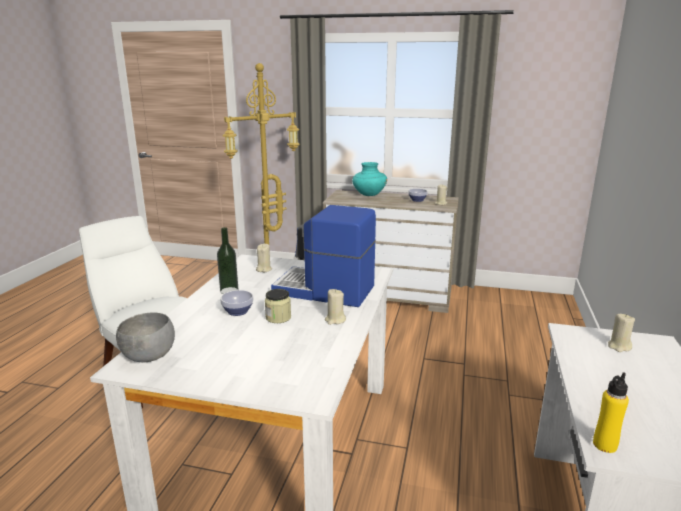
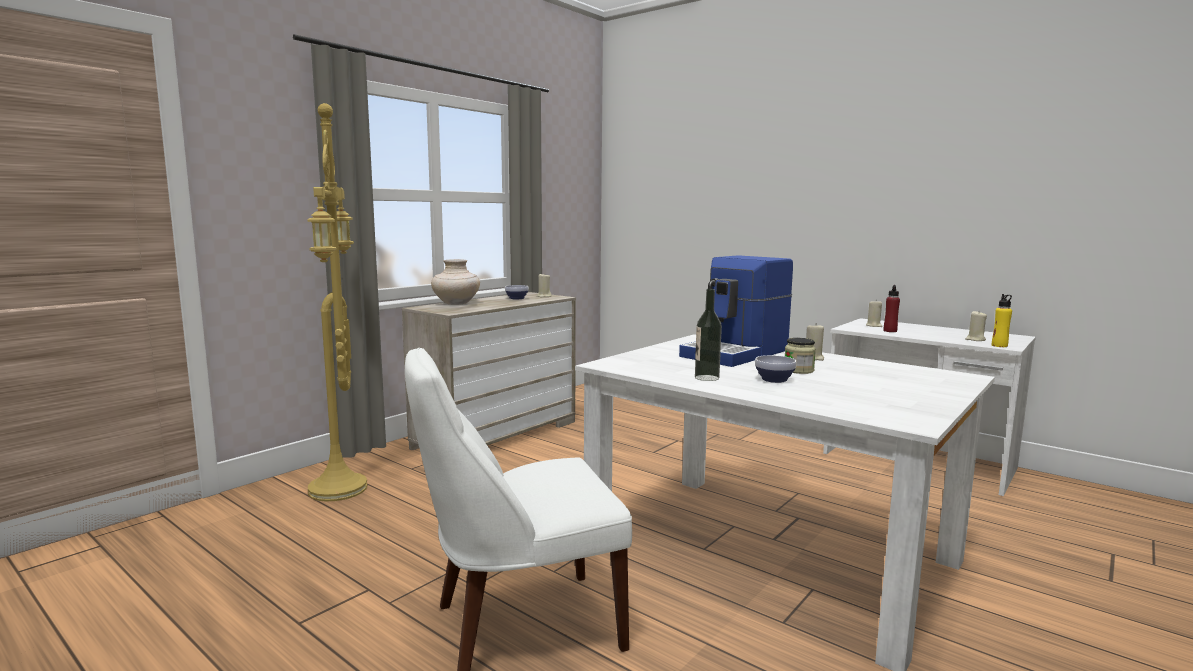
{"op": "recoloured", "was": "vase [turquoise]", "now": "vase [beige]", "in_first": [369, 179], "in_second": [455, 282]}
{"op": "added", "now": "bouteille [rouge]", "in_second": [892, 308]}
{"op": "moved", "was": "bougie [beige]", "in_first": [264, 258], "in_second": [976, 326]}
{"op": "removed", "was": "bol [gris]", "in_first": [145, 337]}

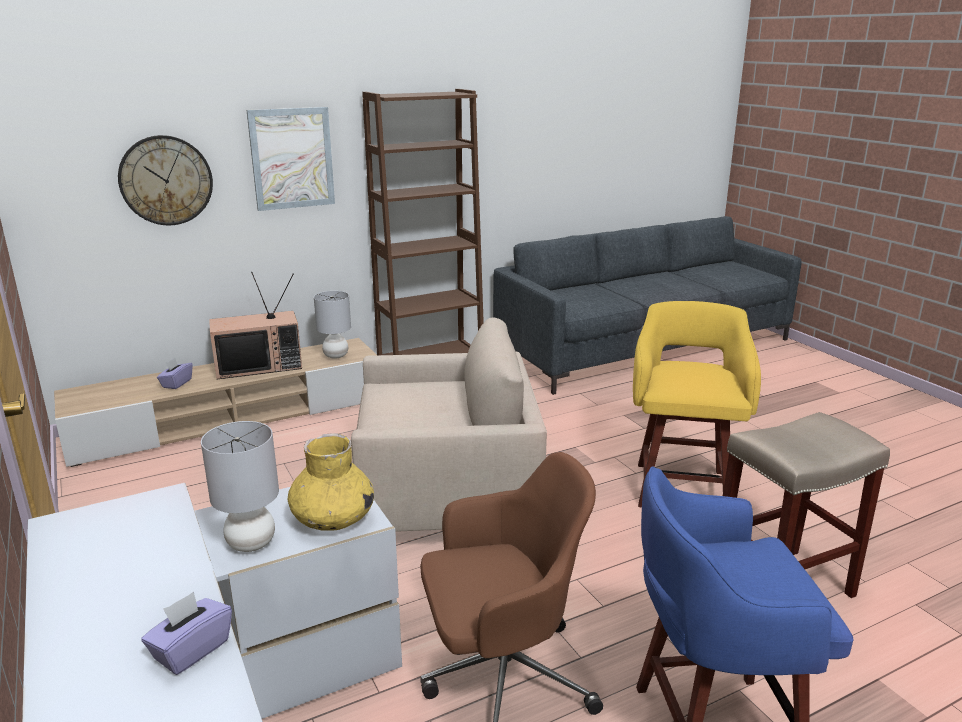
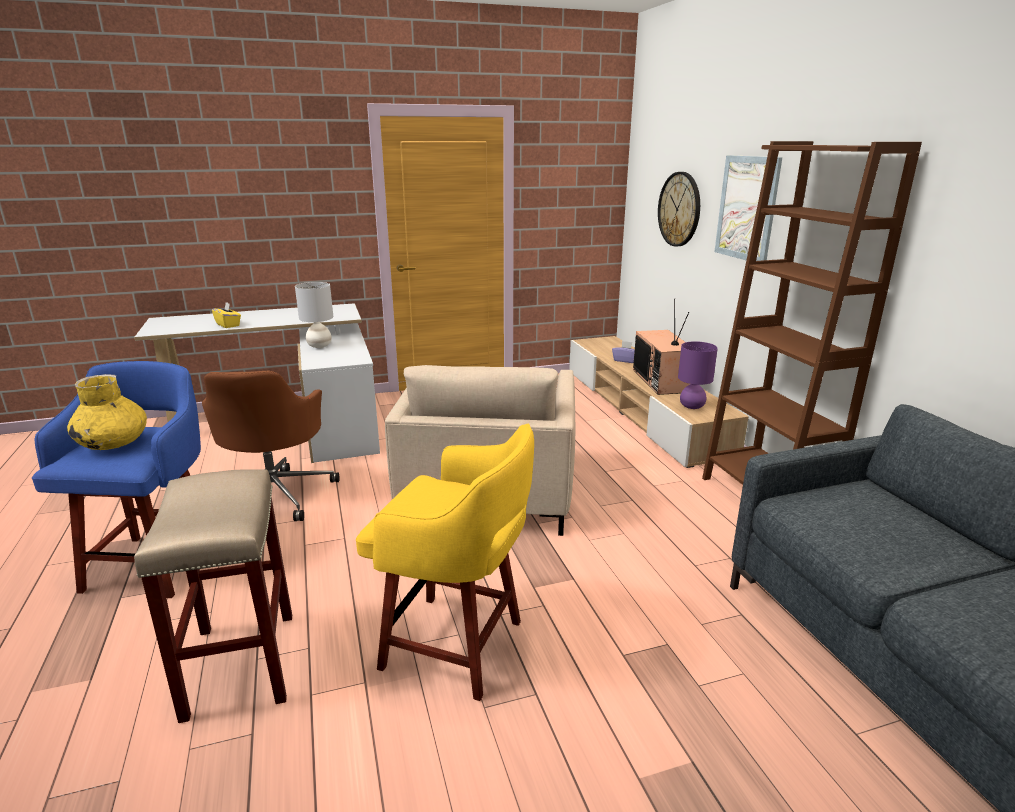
{"op": "moved", "was": "vase [jaune]", "in_first": [330, 482], "in_second": [107, 412]}
{"op": "recoloured", "was": "boîte à mouchoirs [violet]", "now": "boîte à mouchoirs [jaune]", "in_first": [186, 633], "in_second": [226, 315]}
{"op": "recoloured", "was": "lampe de table [gris]", "now": "lampe de table [violet]", "in_first": [332, 325], "in_second": [698, 375]}

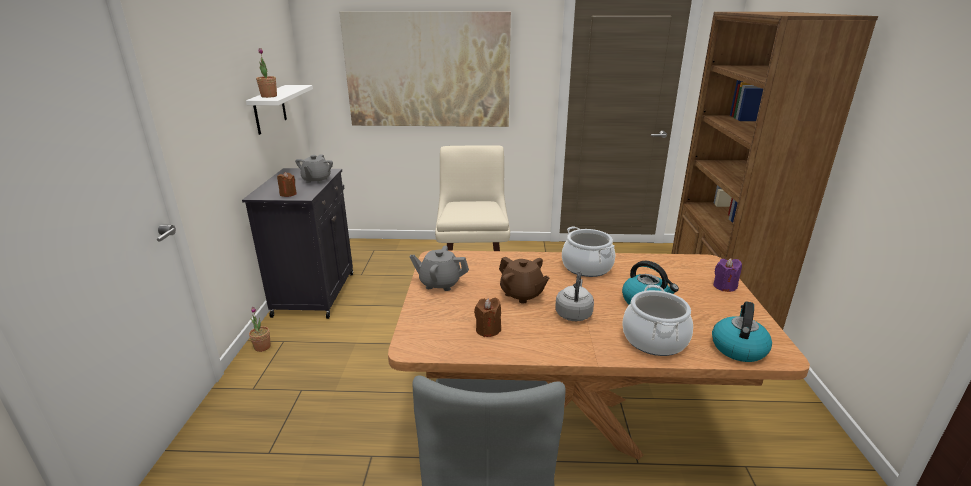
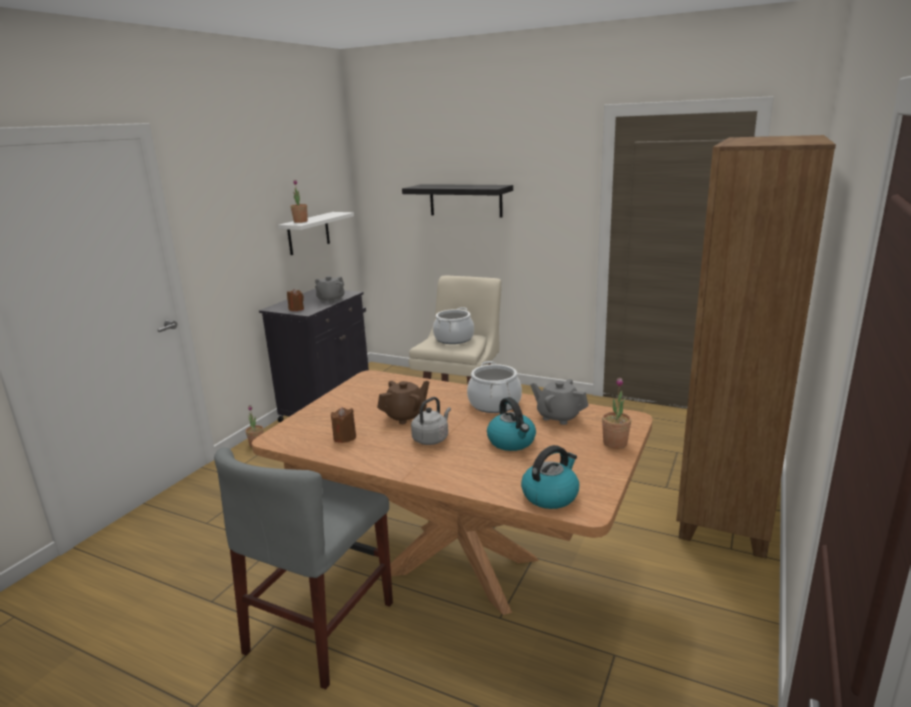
{"op": "turned", "was": "théière [marron]", "in_first": [524, 280], "in_second": [403, 402], "clockwise": -105}
{"op": "replaced", "was": "tableau", "now": "étagère [noir]", "in_first": [425, 69], "in_second": [457, 200]}
{"op": "moved", "was": "marmite", "in_first": [657, 320], "in_second": [453, 325]}
{"op": "moved", "was": "théière [gris]", "in_first": [439, 268], "in_second": [559, 402]}
{"op": "replaced", "was": "bougie [violet]", "now": "plante en pot", "in_first": [727, 275], "in_second": [616, 413]}

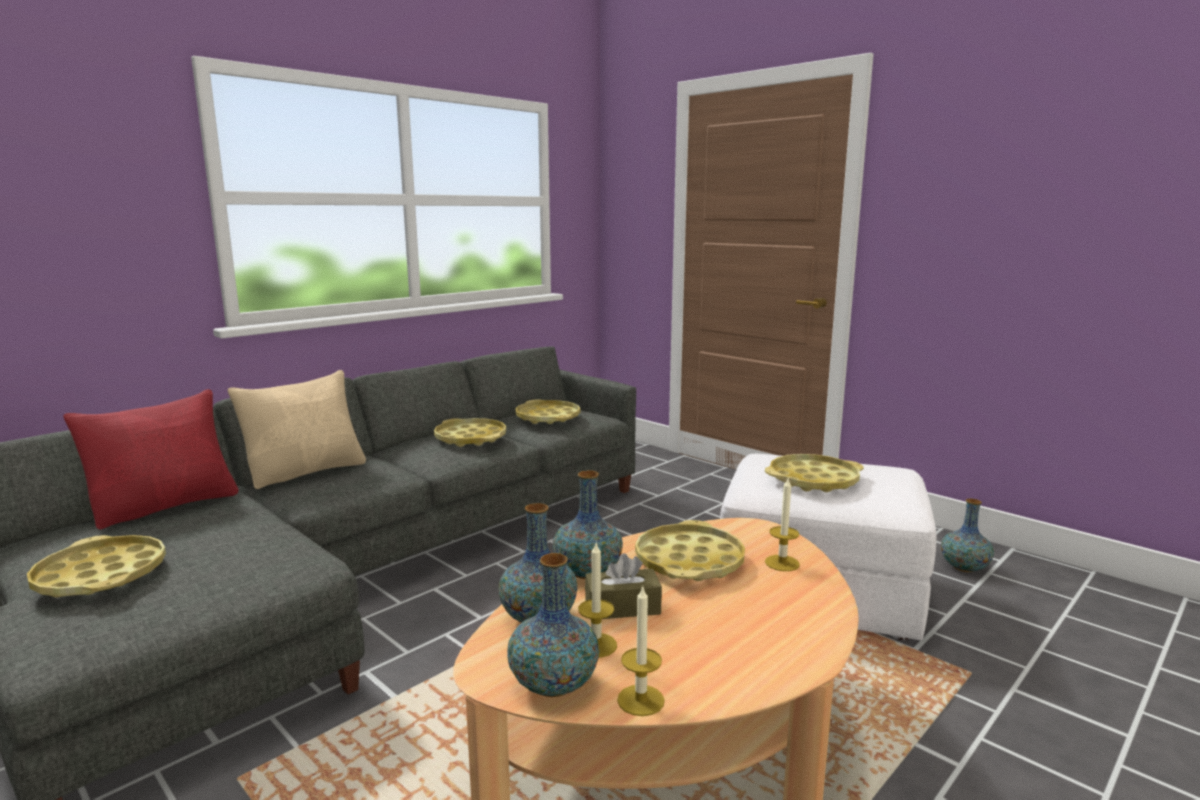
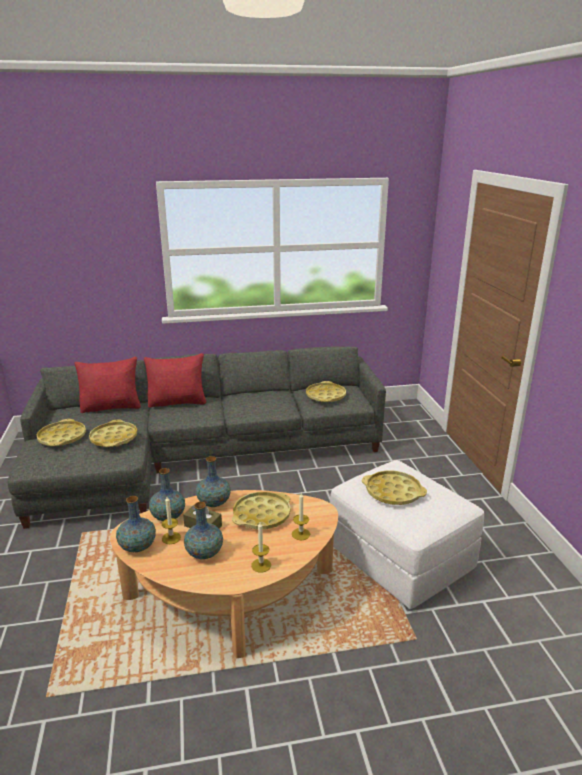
{"op": "moved", "was": "plateau [jaune]", "in_first": [470, 432], "in_second": [113, 433]}
{"op": "recoloured", "was": "coussin [beige]", "now": "coussin [rouge]", "in_first": [296, 429], "in_second": [175, 380]}
{"op": "moved", "was": "vase", "in_first": [967, 535], "in_second": [203, 530]}
{"op": "moved", "was": "bougie", "in_first": [641, 651], "in_second": [261, 547]}

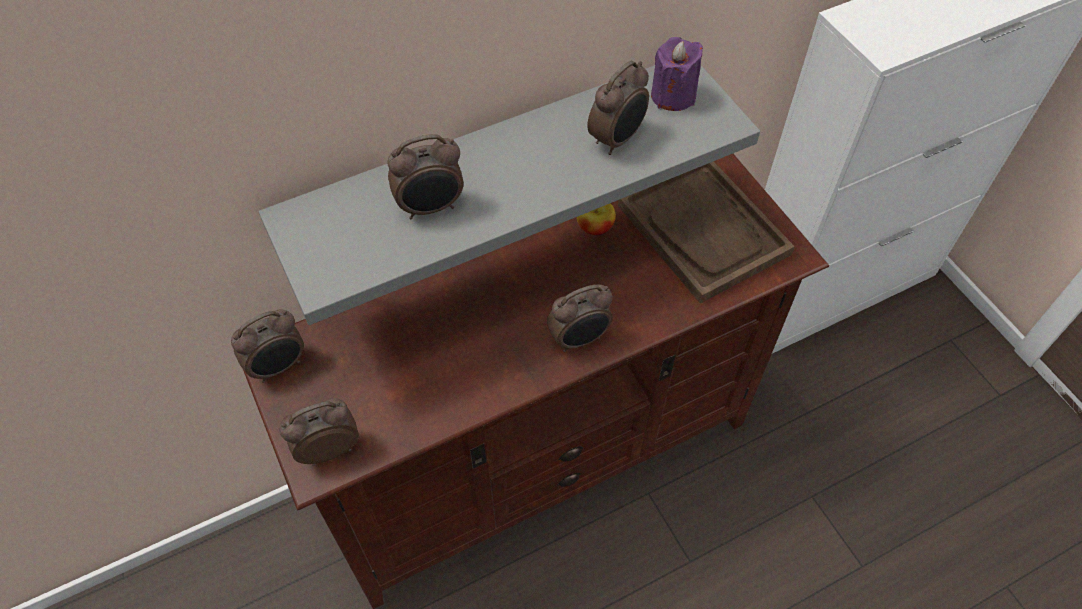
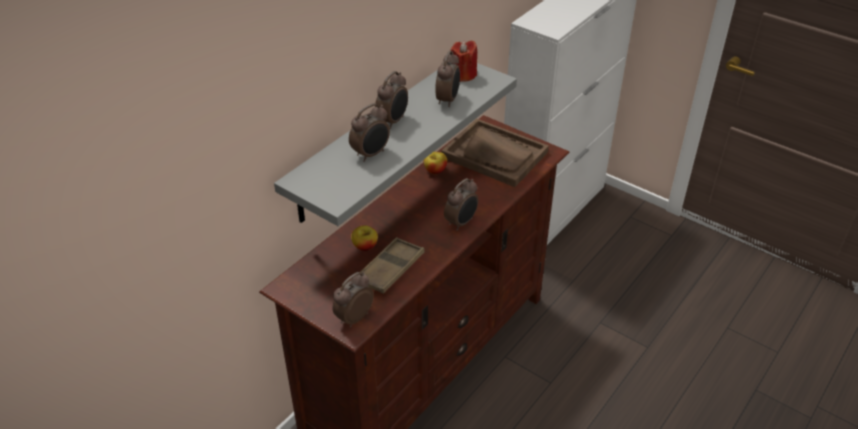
{"op": "added", "now": "pomme", "in_second": [364, 238]}
{"op": "added", "now": "plateau [marron]", "in_second": [392, 265]}
{"op": "moved", "was": "réveil", "in_first": [267, 346], "in_second": [391, 100]}
{"op": "recoloured", "was": "bougie [violet]", "now": "bougie [rouge]", "in_first": [677, 74], "in_second": [463, 61]}

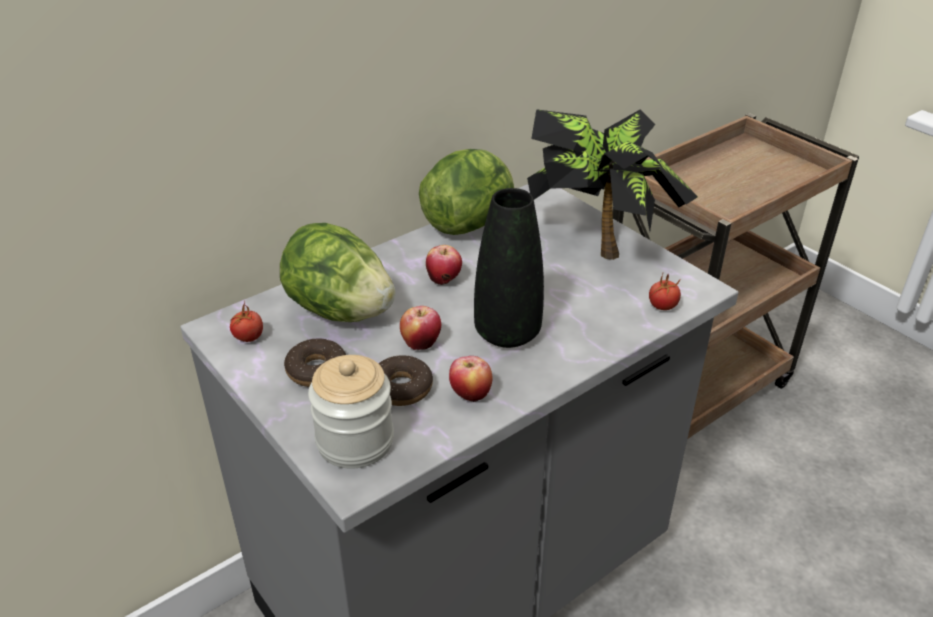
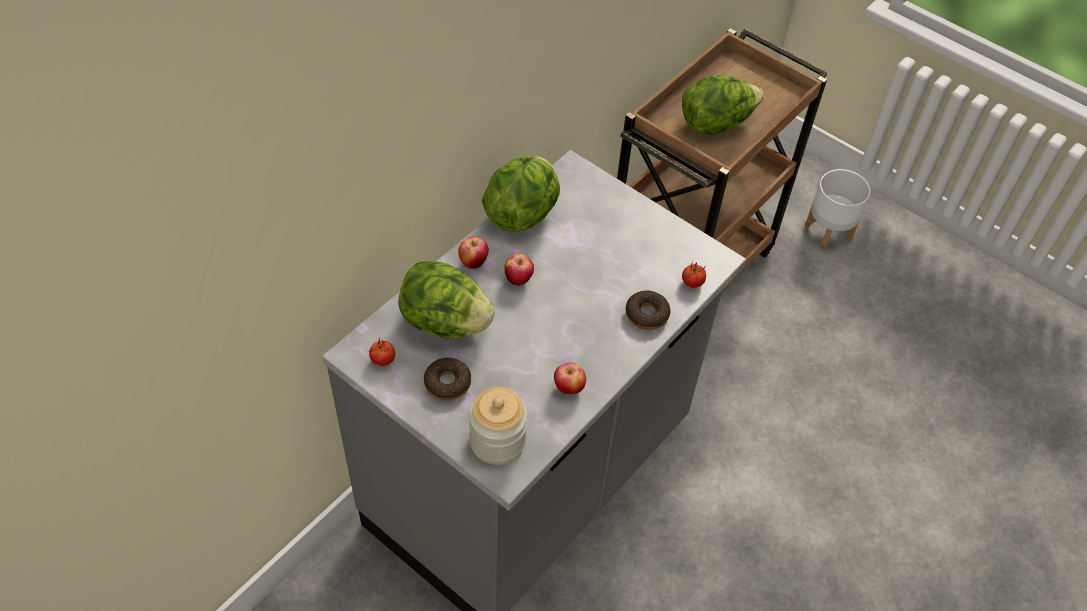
{"op": "moved", "was": "pomme", "in_first": [421, 328], "in_second": [473, 252]}
{"op": "moved", "was": "beignet", "in_first": [405, 380], "in_second": [648, 310]}
{"op": "added", "now": "laitue", "in_second": [723, 105]}
{"op": "added", "now": "cache-pot [blanc]", "in_second": [837, 209]}
{"op": "removed", "was": "vase [noir]", "in_first": [509, 268]}
{"op": "removed", "was": "plante en pot", "in_first": [612, 184]}

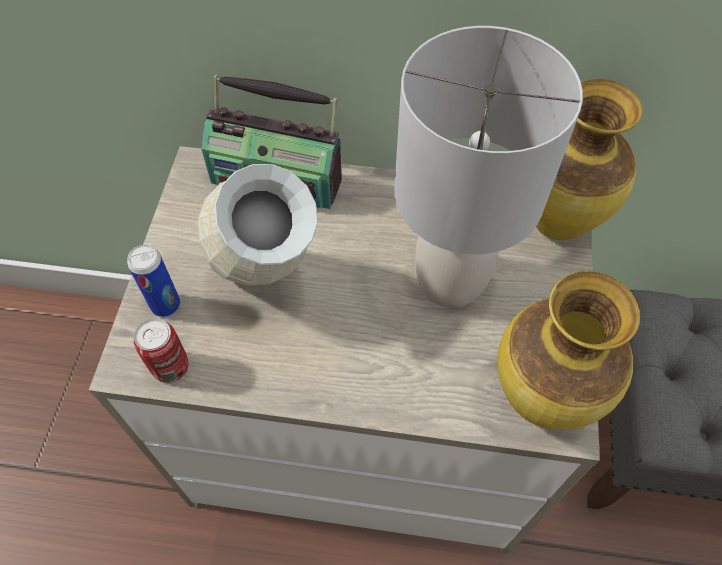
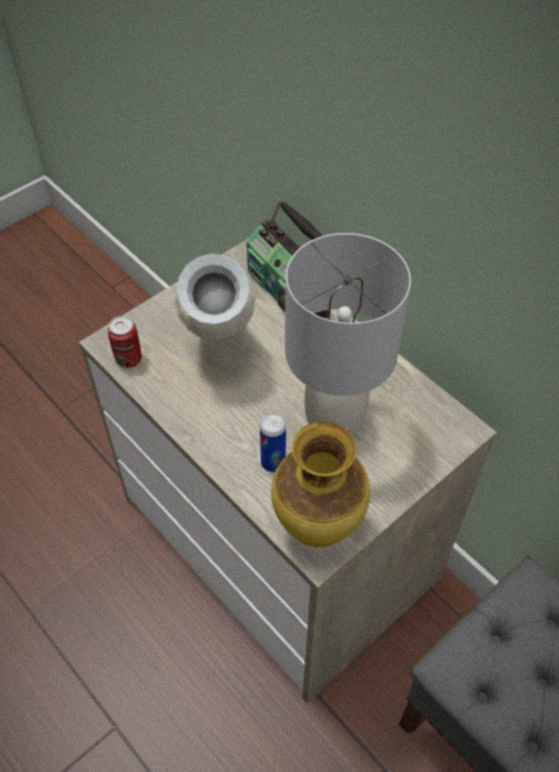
{"op": "moved", "was": "boîte métallique", "in_first": [153, 281], "in_second": [273, 442]}
{"op": "removed", "was": "vase", "in_first": [589, 159]}

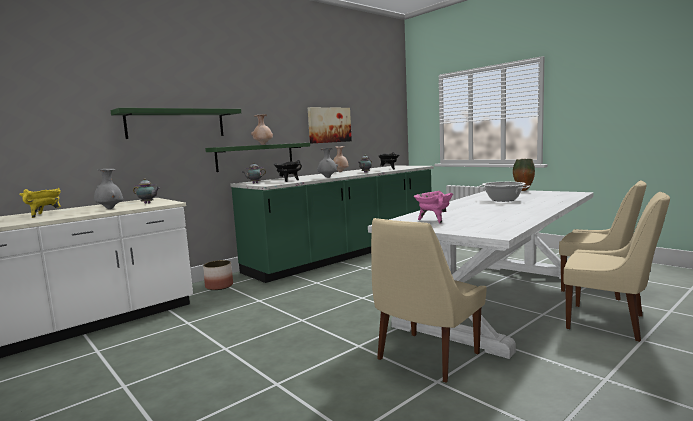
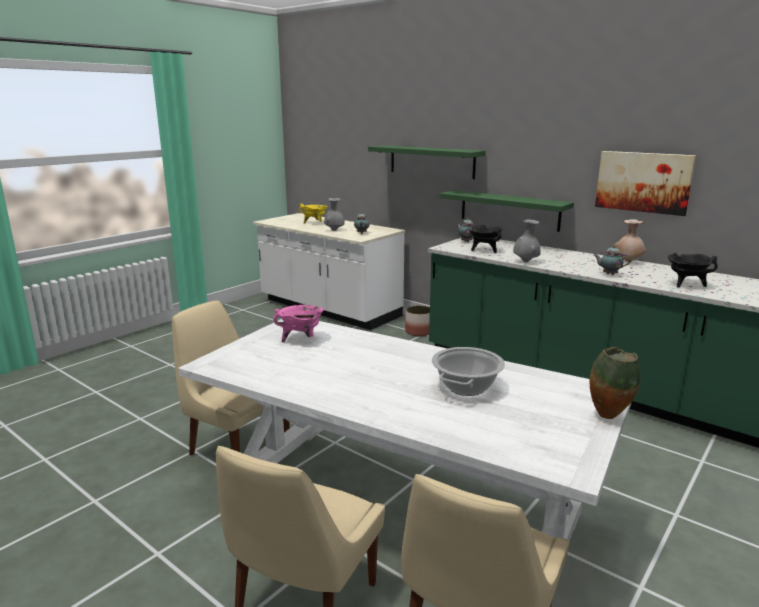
{"op": "removed", "was": "vase [beige]", "in_first": [262, 129]}

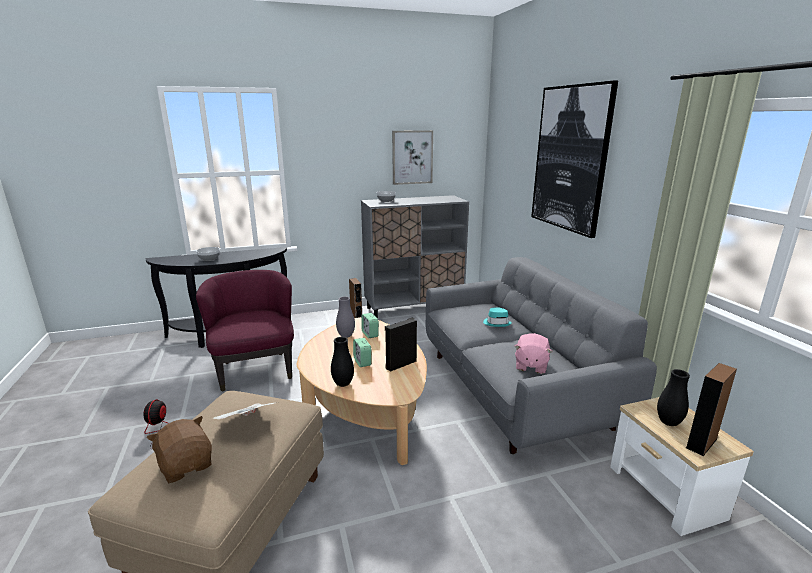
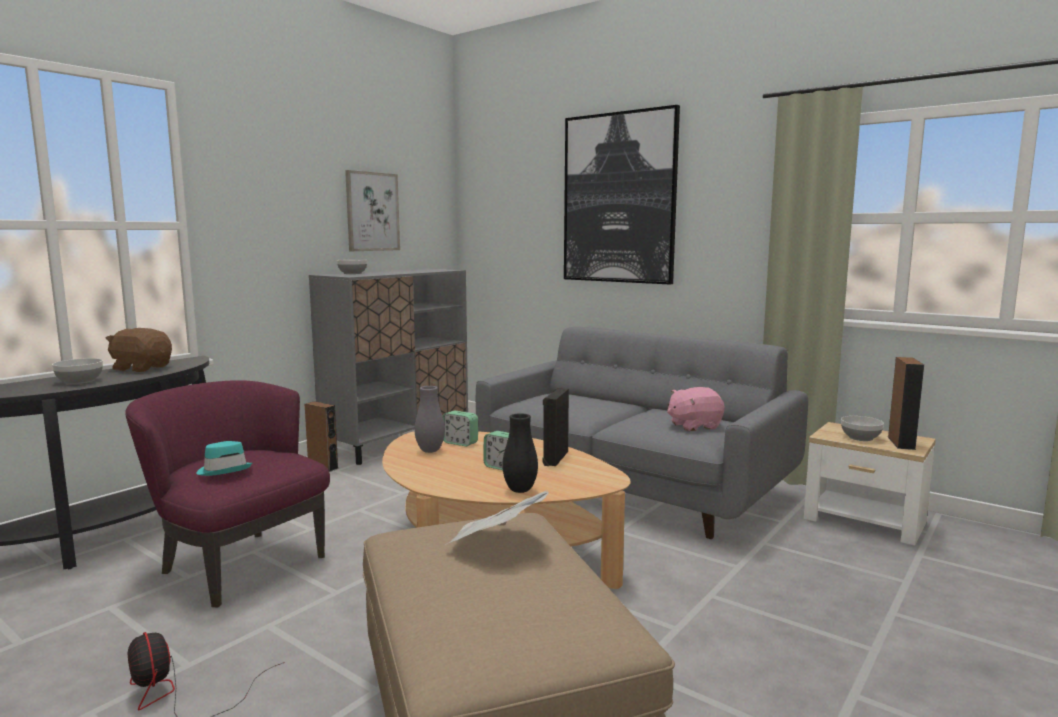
{"op": "moved", "was": "peluche [marron]", "in_first": [179, 449], "in_second": [138, 350]}
{"op": "moved", "was": "chapeau [turquoise]", "in_first": [497, 317], "in_second": [224, 458]}
{"op": "turned", "was": "peluche [rose]", "in_first": [533, 353], "in_second": [695, 409], "clockwise": 90}
{"op": "replaced", "was": "vase [noir]", "now": "bol", "in_first": [673, 397], "in_second": [862, 428]}

